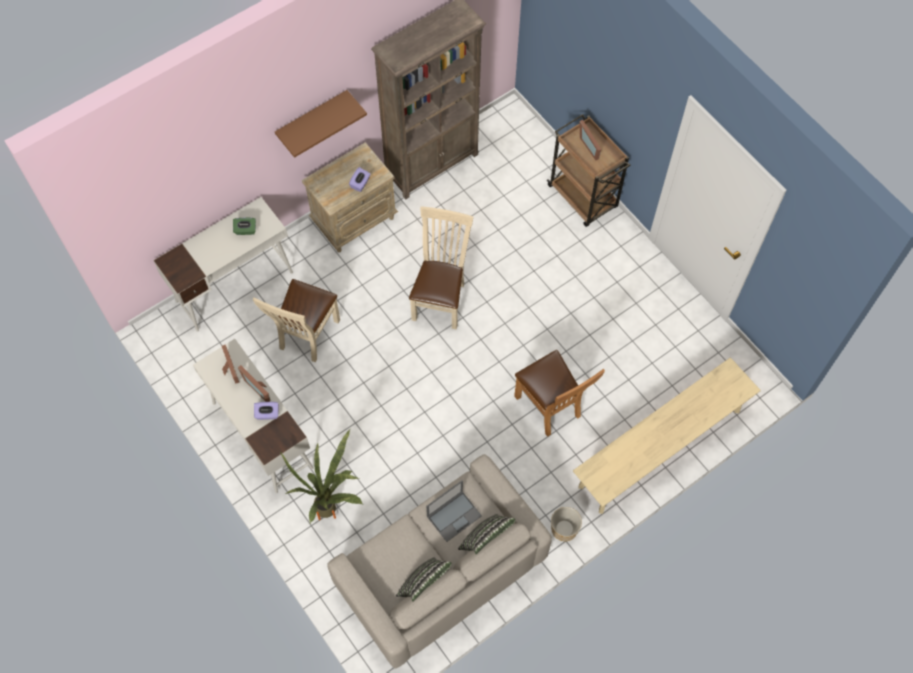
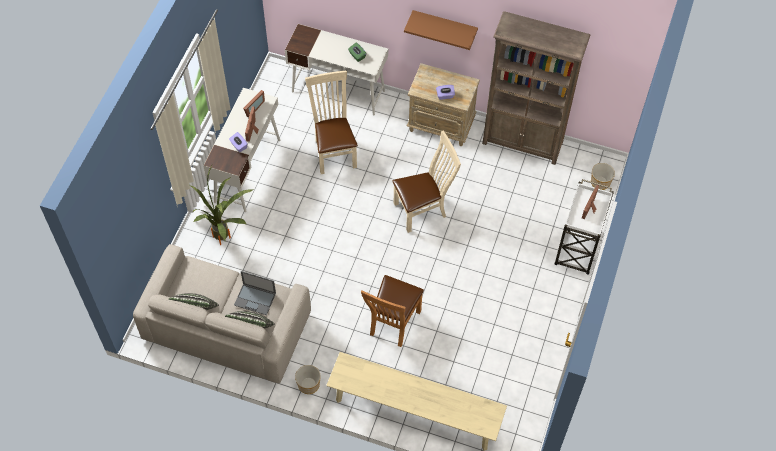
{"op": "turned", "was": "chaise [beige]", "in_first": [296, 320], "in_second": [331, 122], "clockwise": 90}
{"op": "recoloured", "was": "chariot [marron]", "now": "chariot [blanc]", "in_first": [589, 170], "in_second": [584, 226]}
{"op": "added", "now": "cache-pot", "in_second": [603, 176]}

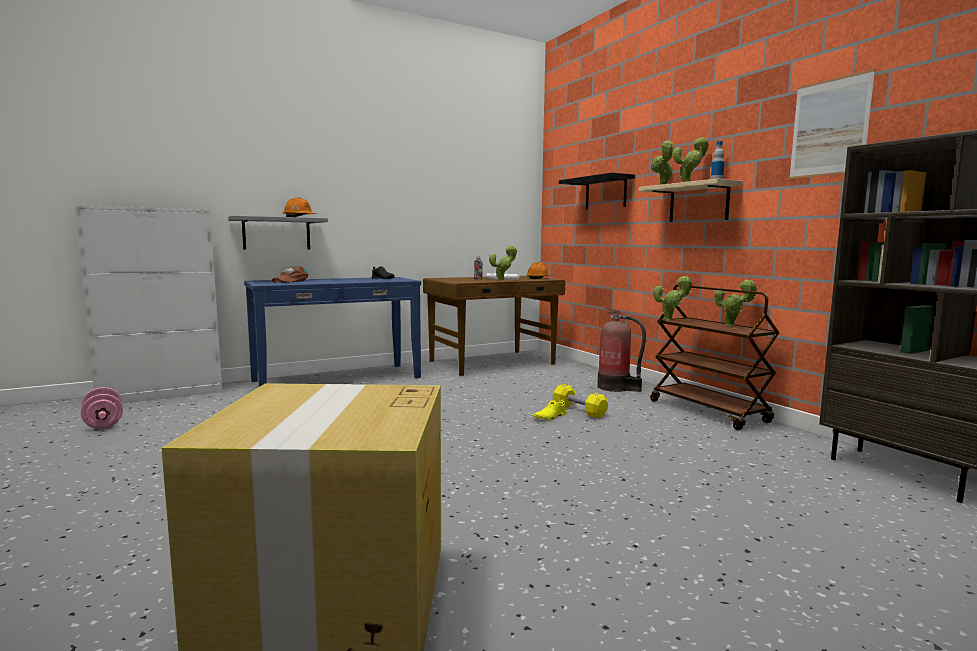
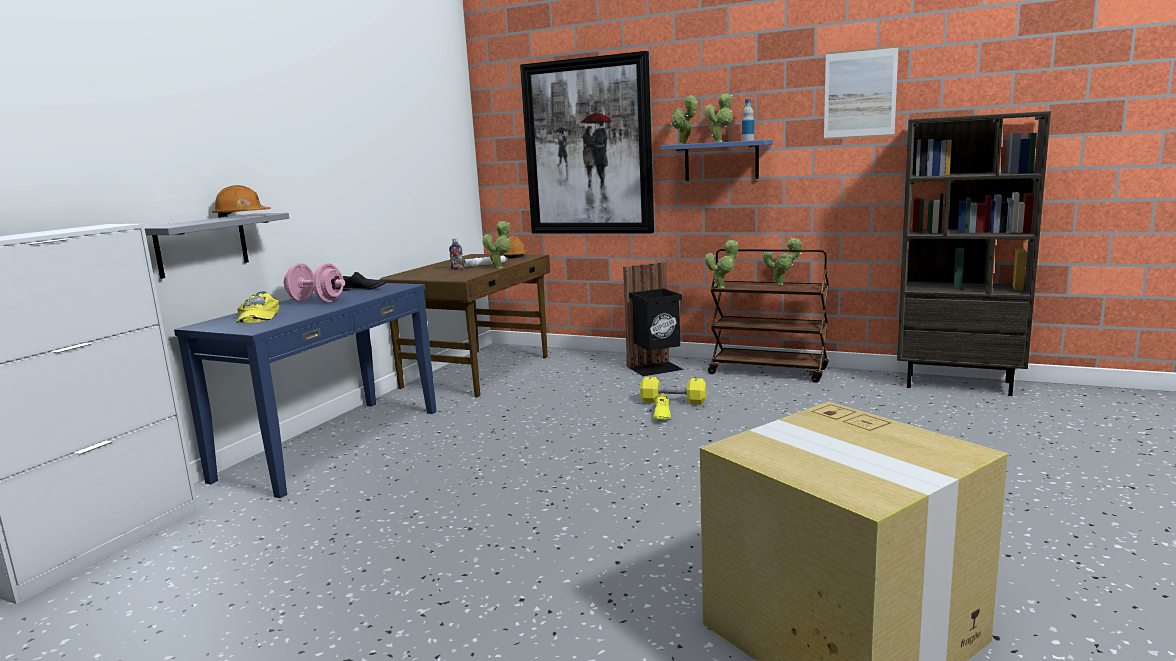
{"op": "recoloured", "was": "casquette [marron]", "now": "casquette [jaune]", "in_first": [290, 274], "in_second": [258, 307]}
{"op": "moved", "was": "haltère [rose]", "in_first": [102, 408], "in_second": [314, 282]}
{"op": "replaced", "was": "étagère [noir]", "now": "tableau", "in_first": [597, 191], "in_second": [587, 142]}
{"op": "replaced", "was": "extincteur", "now": "poubelle [noir]", "in_first": [621, 350], "in_second": [653, 319]}
{"op": "recoloured", "was": "étagère [beige]", "now": "étagère [bleu]", "in_first": [691, 200], "in_second": [716, 160]}

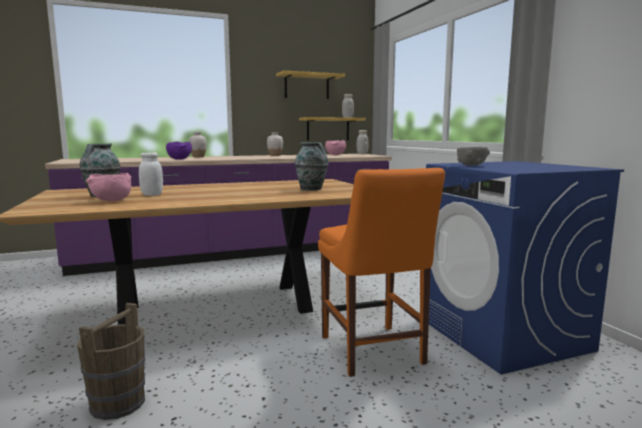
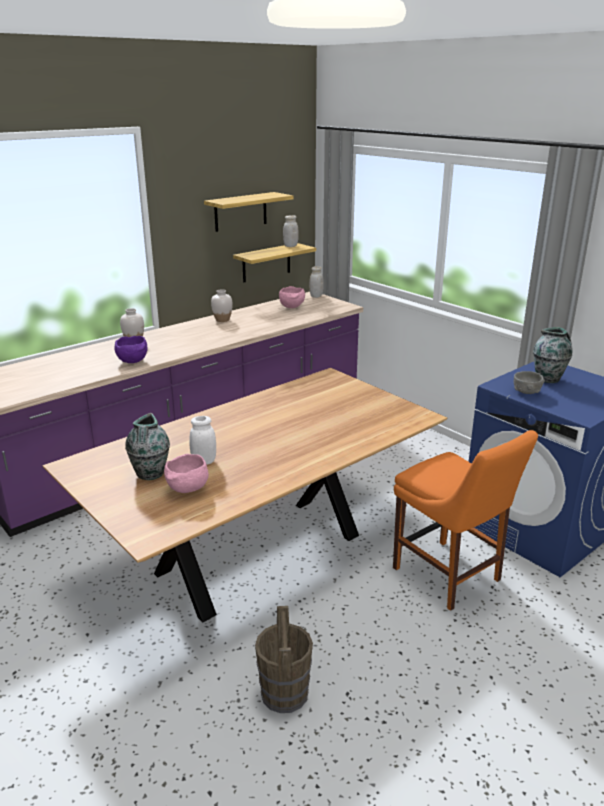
{"op": "moved", "was": "vase", "in_first": [311, 167], "in_second": [552, 355]}

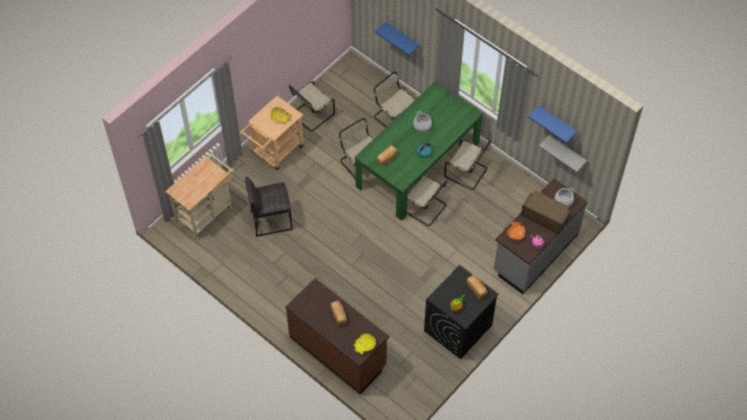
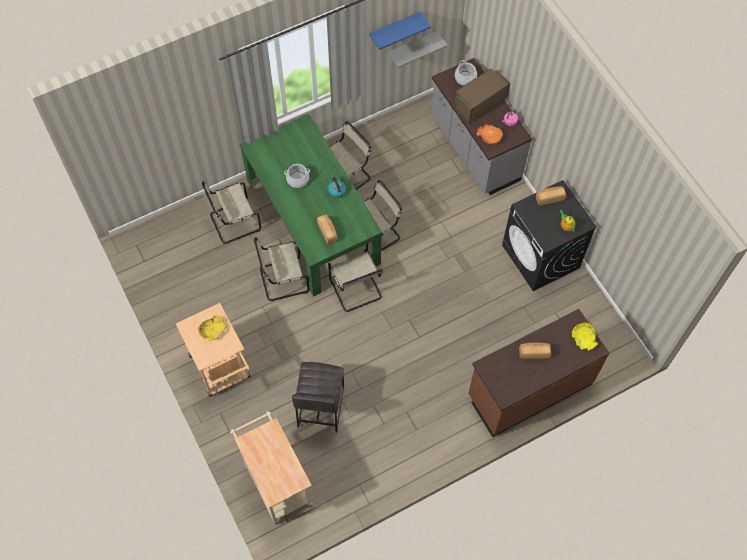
{"op": "moved", "was": "chaise [beige]", "in_first": [312, 106], "in_second": [356, 280]}
{"op": "removed", "was": "étagère [bleu]", "in_first": [397, 39]}

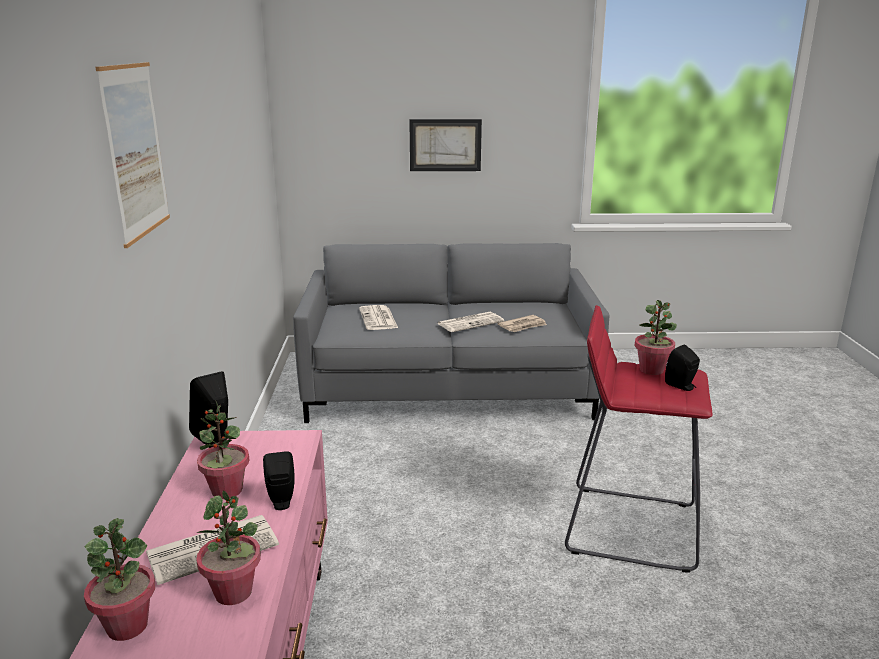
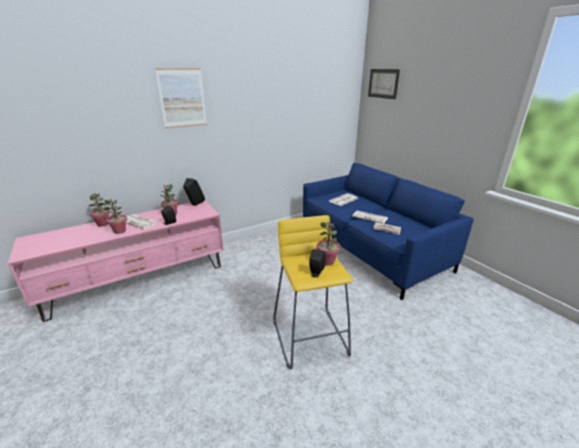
{"op": "recoloured", "was": "tabouret [rouge]", "now": "tabouret [jaune]", "in_first": [638, 439], "in_second": [313, 292]}
{"op": "recoloured", "was": "canapé [gris]", "now": "canapé [bleu]", "in_first": [451, 333], "in_second": [388, 231]}
{"op": "moved", "was": "tableau", "in_first": [445, 145], "in_second": [384, 84]}

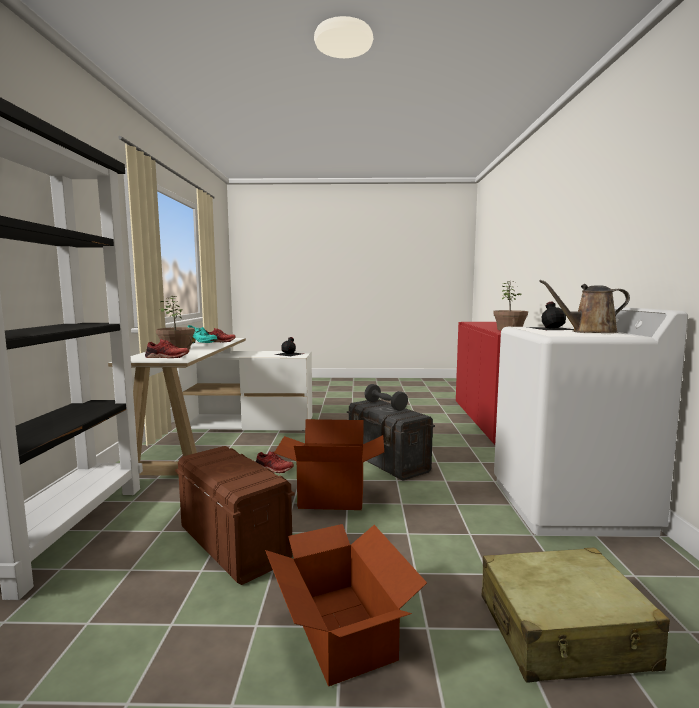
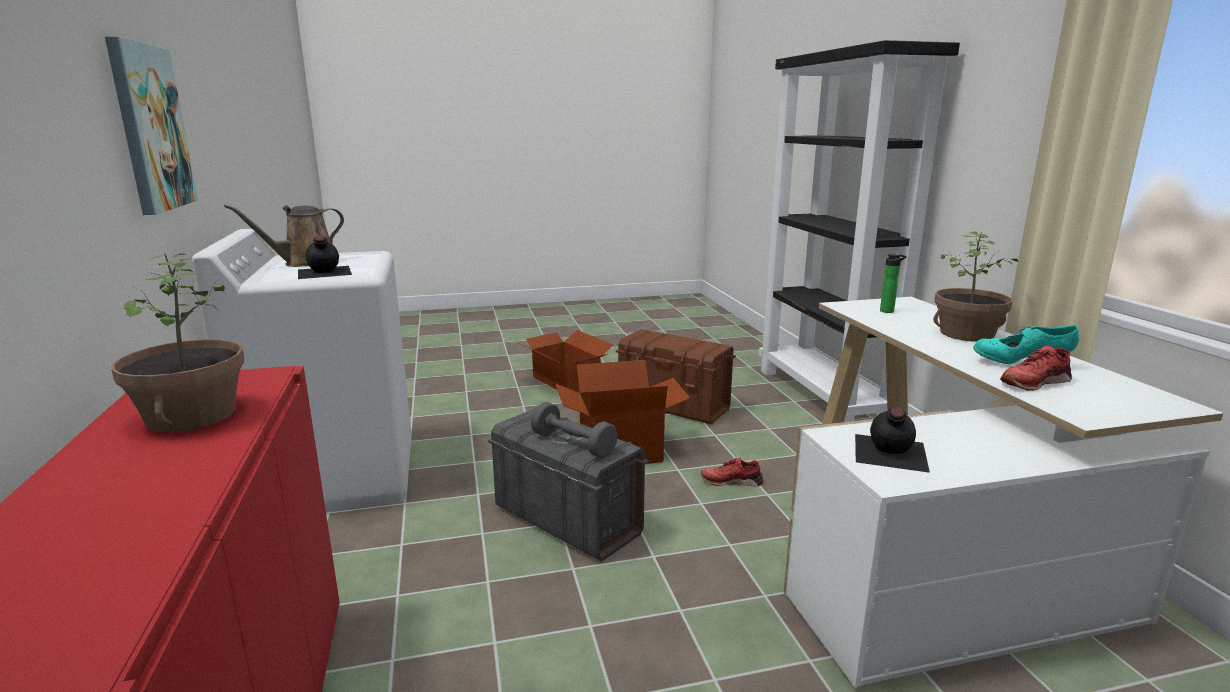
{"op": "added", "now": "tableau", "in_second": [151, 125]}
{"op": "turned", "was": "arrosoir [marron]", "in_first": [584, 306], "in_second": [284, 235], "clockwise": 150}
{"op": "replaced", "was": "chaussure [rouge]", "now": "bouteille", "in_first": [167, 348], "in_second": [893, 283]}
{"op": "removed", "was": "valise [beige]", "in_first": [575, 615]}

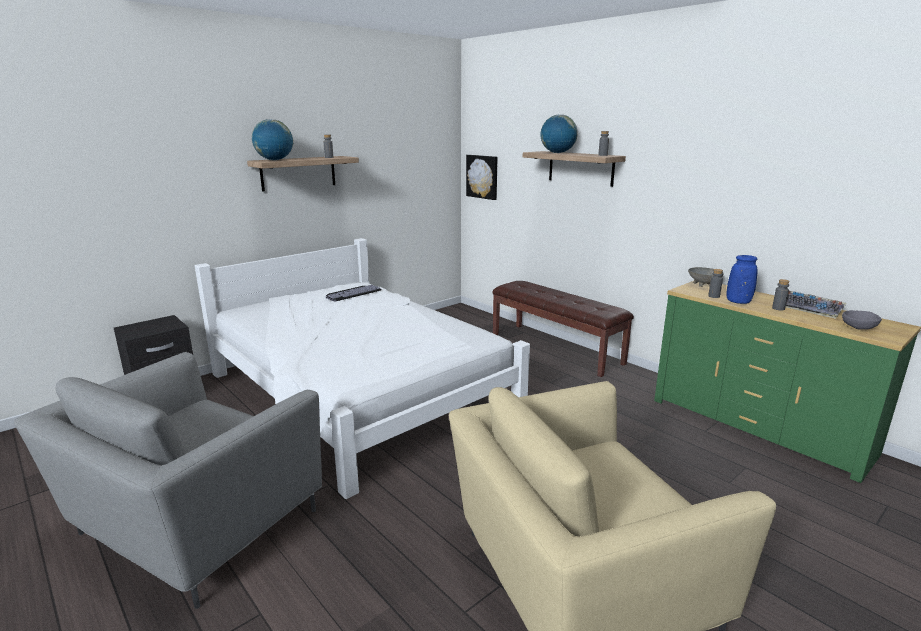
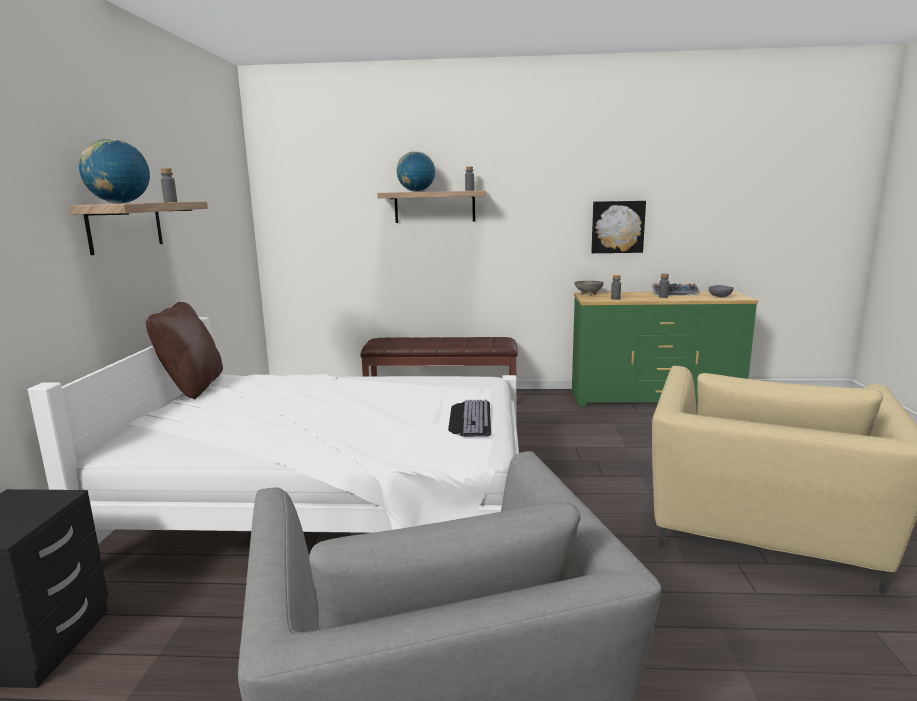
{"op": "added", "now": "coussin [marron]", "in_second": [184, 350]}
{"op": "moved", "was": "clavier", "in_first": [354, 293], "in_second": [469, 418]}
{"op": "moved", "was": "tableau", "in_first": [482, 177], "in_second": [618, 227]}
{"op": "removed", "was": "vase [bleu]", "in_first": [741, 279]}

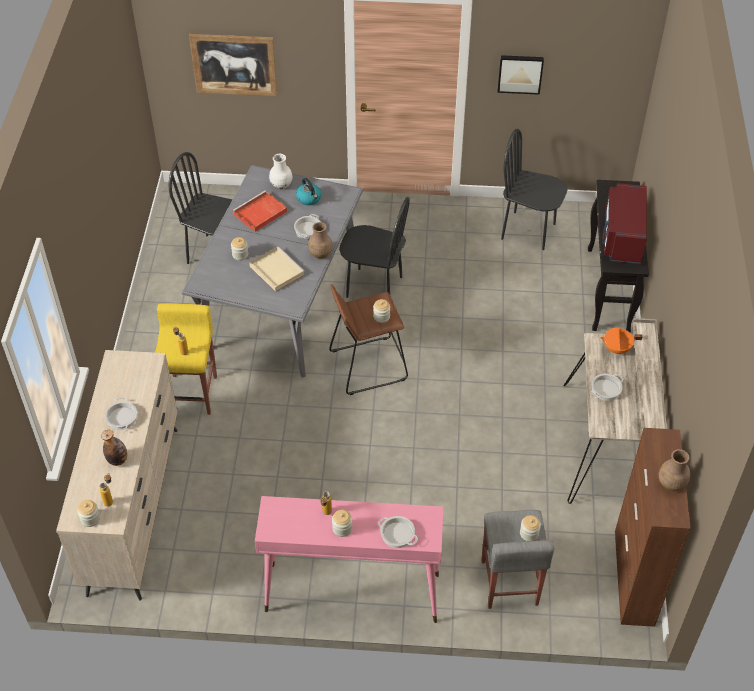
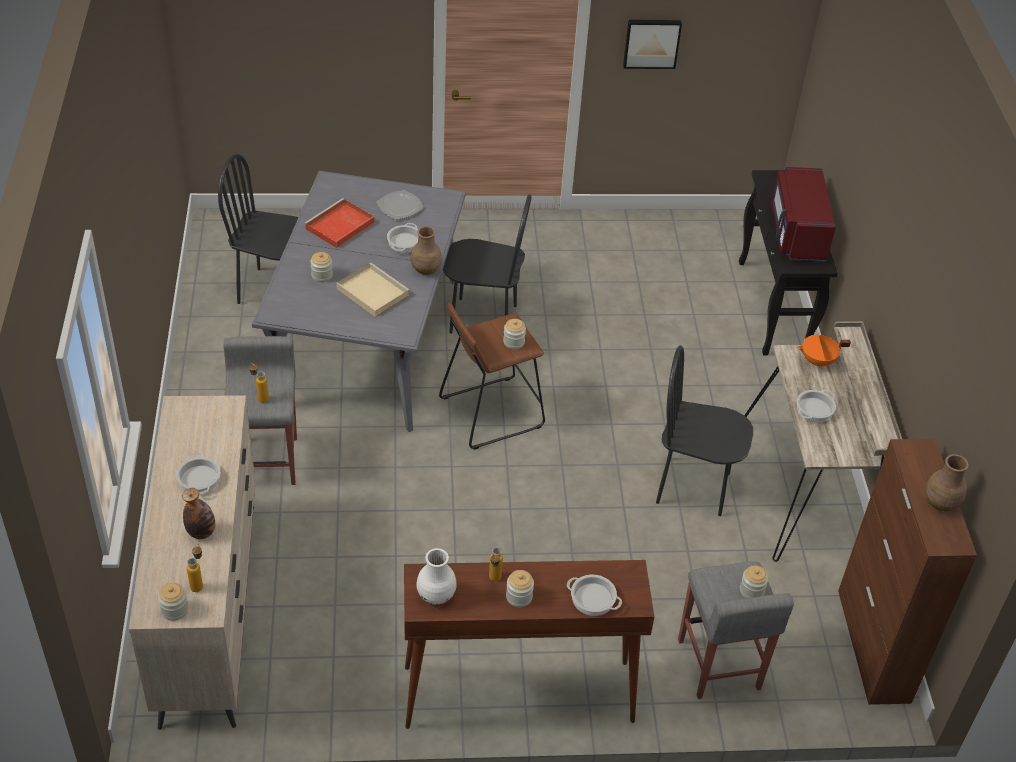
{"op": "recoloured", "was": "tabouret [jaune]", "now": "tabouret [gris]", "in_first": [186, 359], "in_second": [260, 410]}
{"op": "replaced", "was": "bouilloire", "now": "assiette", "in_first": [308, 191], "in_second": [400, 205]}
{"op": "recoloured", "was": "table console [rose]", "now": "table console [marron]", "in_first": [349, 559], "in_second": [529, 644]}
{"op": "moved", "was": "vase [blanc]", "in_first": [281, 171], "in_second": [436, 576]}
{"op": "moved", "was": "chaise [noir]", "in_first": [534, 189], "in_second": [704, 430]}
{"op": "removed", "was": "tableau", "in_first": [233, 65]}

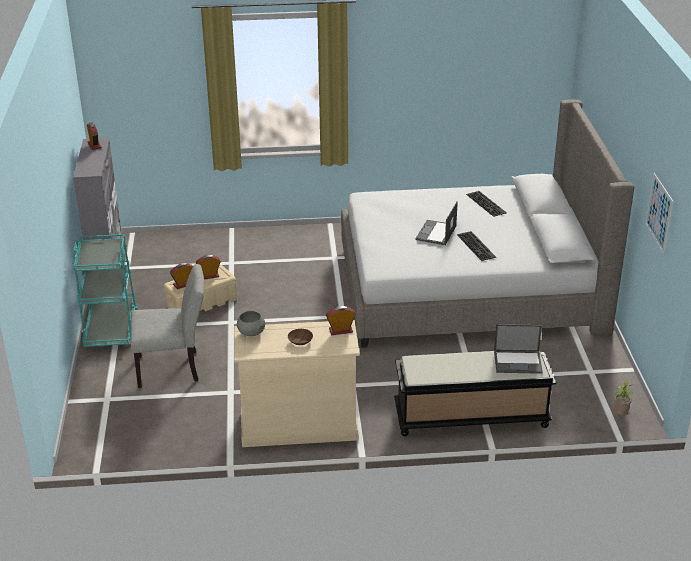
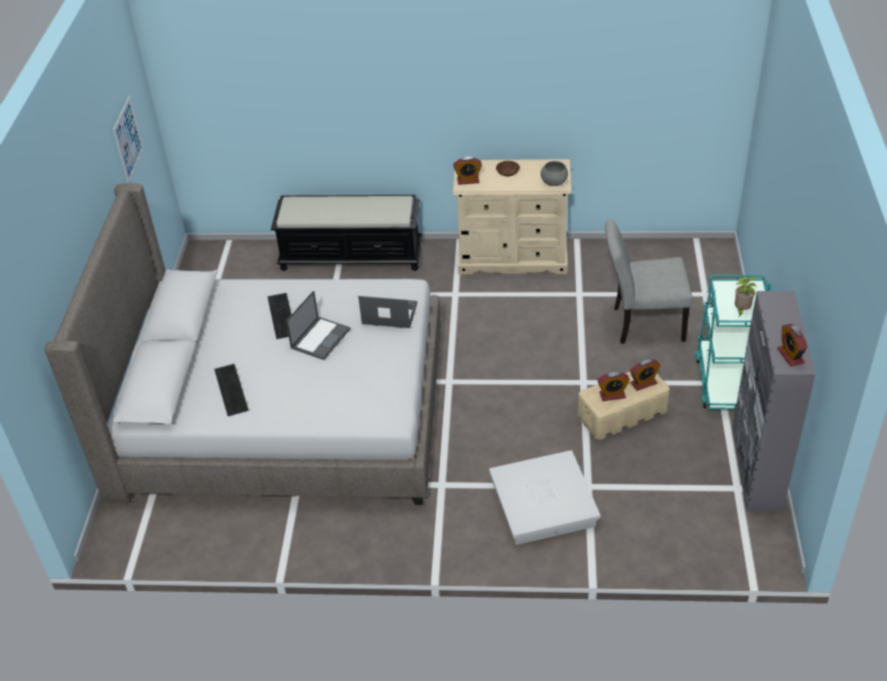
{"op": "moved", "was": "ordinateur portable", "in_first": [518, 349], "in_second": [387, 312]}
{"op": "added", "now": "boîte de rangement [blanc]", "in_second": [545, 497]}
{"op": "moved", "was": "plante en pot", "in_first": [623, 397], "in_second": [746, 296]}

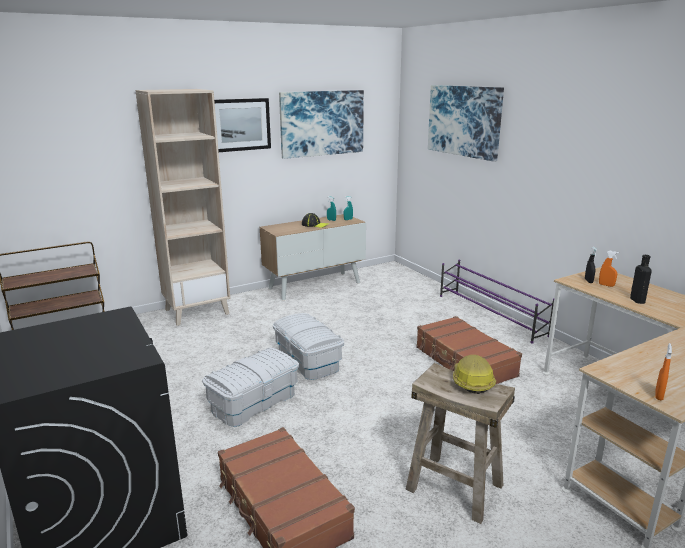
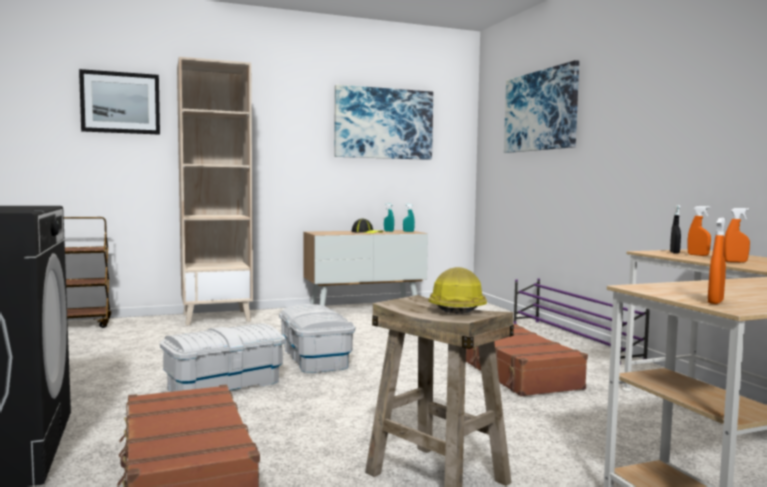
{"op": "moved", "was": "tableau", "in_first": [242, 125], "in_second": [119, 102]}
{"op": "replaced", "was": "bouteille [noir]", "now": "vaporisateur [orange]", "in_first": [641, 279], "in_second": [736, 235]}

